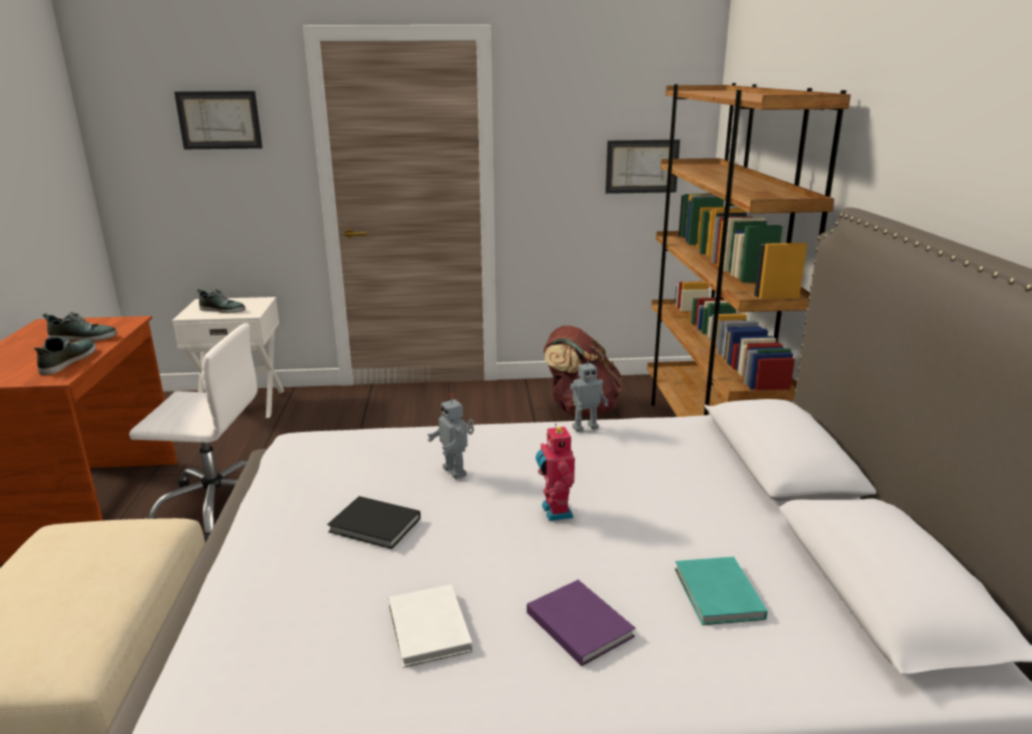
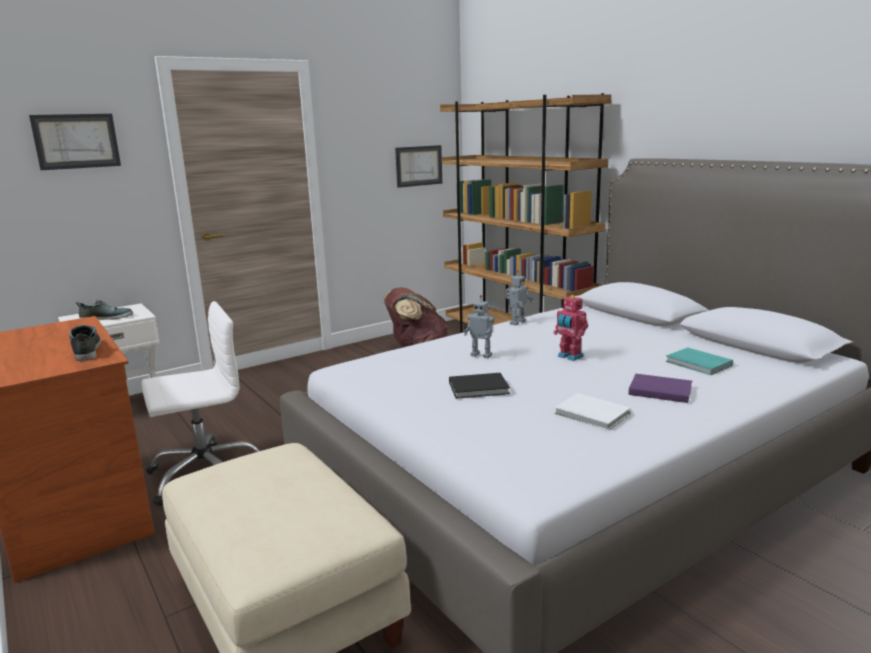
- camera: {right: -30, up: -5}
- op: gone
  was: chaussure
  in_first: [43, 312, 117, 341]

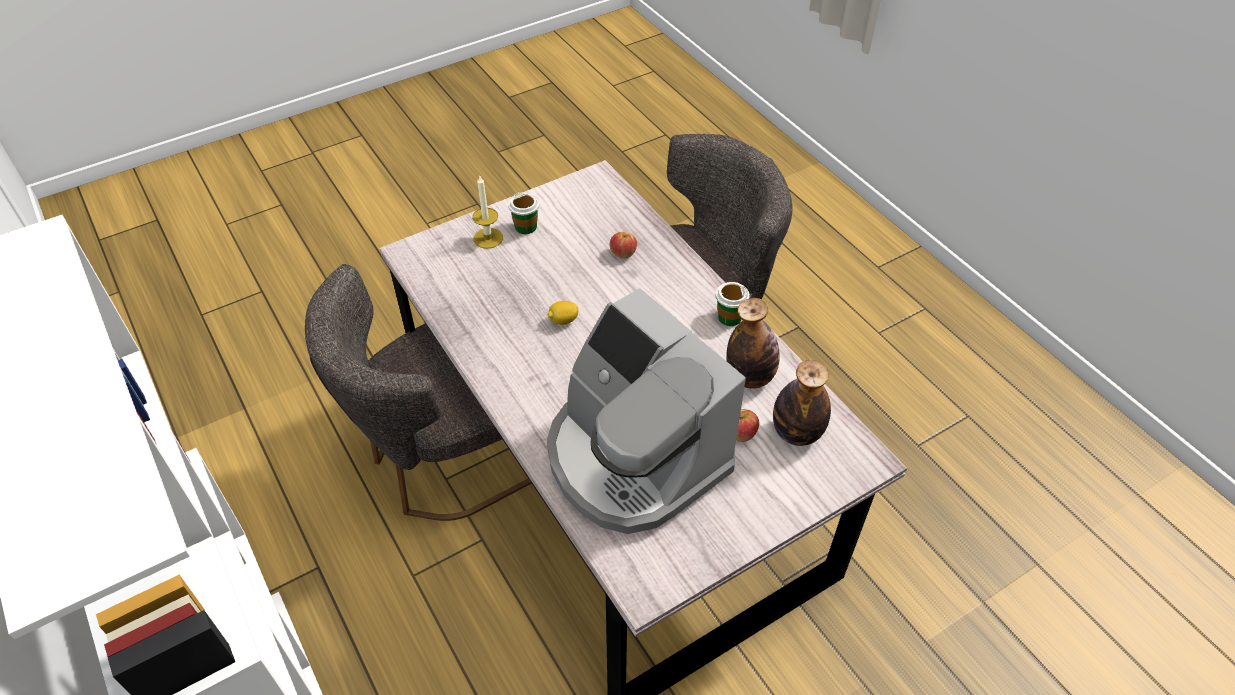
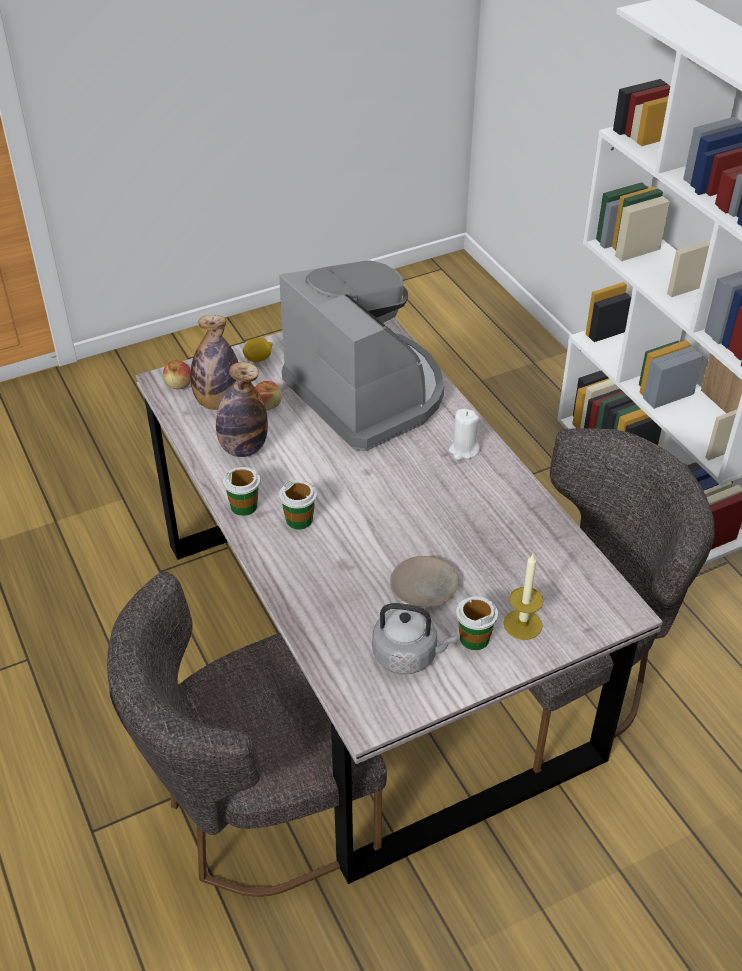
- camera: {right: -175, up: -5}
- op: shifted
  was: pomme
  in_first: [610, 232, 637, 259]
  in_second: [163, 360, 191, 389]
- op: shifted
  was: citron
  in_first: [548, 301, 578, 325]
  in_second: [242, 338, 273, 362]
- op: new
  now: tasse
  in_second: [279, 480, 317, 530]
- op: new
  now: bouilloire (gris)
  in_second: [373, 603, 456, 674]
- op: new
  now: assiette (beige)
  in_second: [390, 556, 459, 607]
- op: new
  now: bougie (blanc)
  in_second: [449, 409, 480, 460]

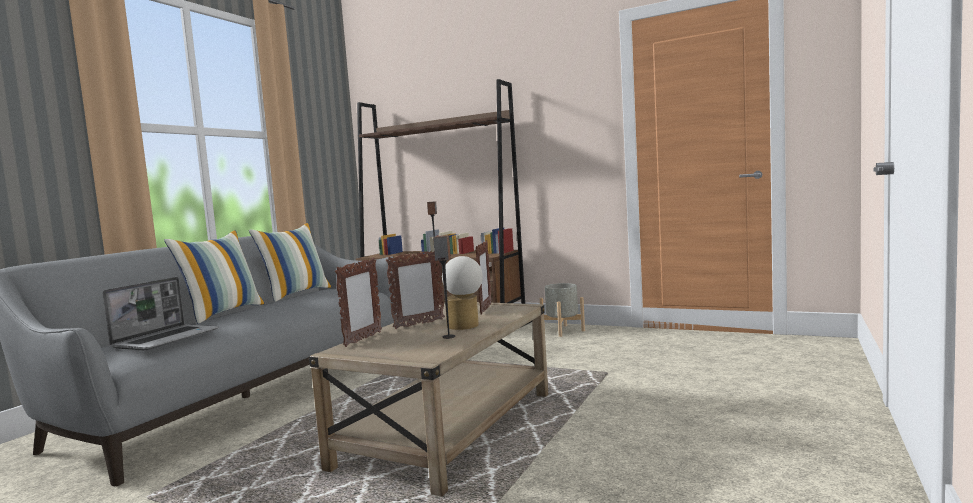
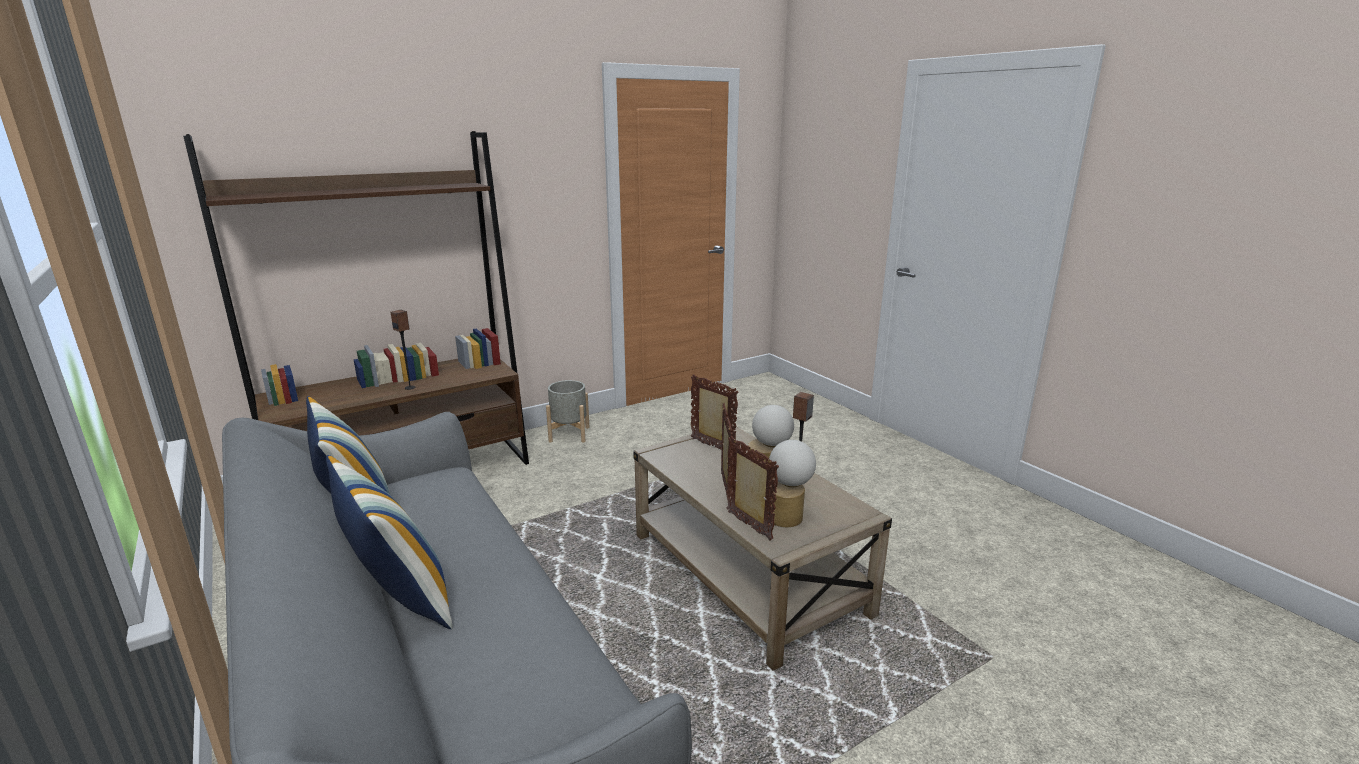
- camera: {right: -60, up: 15}
- op: new
  now: lampe de table
  in_second: [769, 440, 816, 527]
- op: gone
  was: ordinateur portable
  in_first: [102, 277, 219, 351]

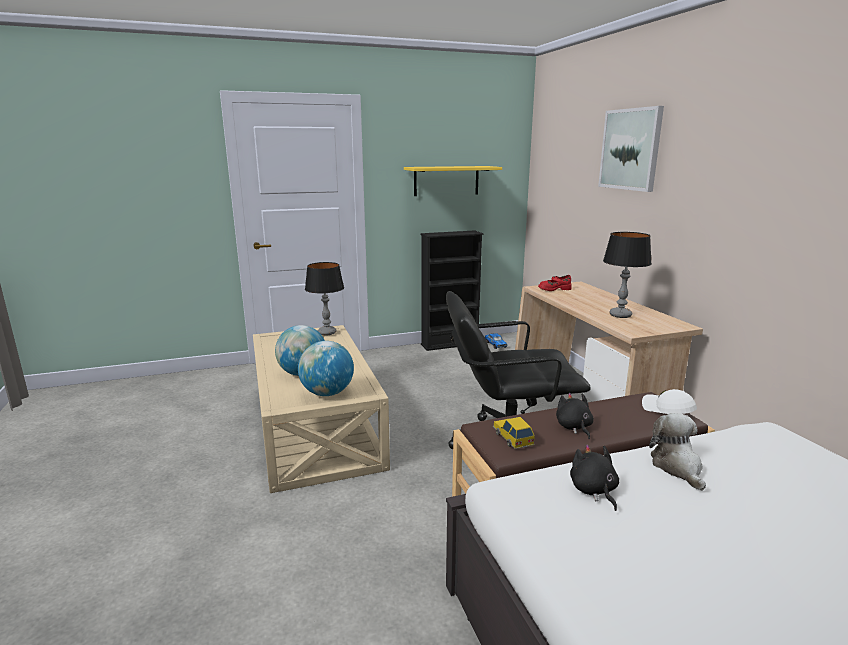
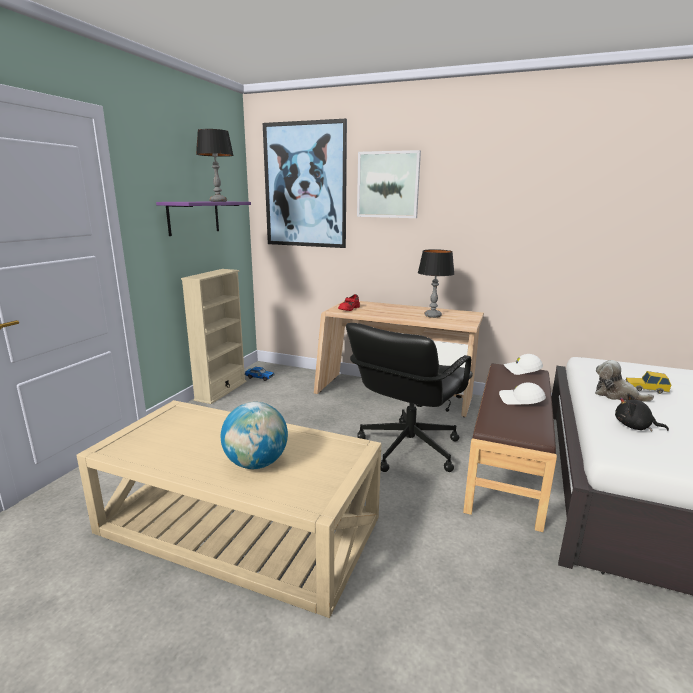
- camera: {right: -50, up: 0}
- op: repainted
  was: étagère (jaune)
  now: étagère (violet)
  in_first: [404, 166, 502, 196]
  in_second: [156, 201, 251, 236]
- op: repainted
  was: bibliothèque (noir)
  now: bibliothèque (beige)
  in_first: [420, 230, 484, 351]
  in_second: [181, 269, 247, 404]
- op: shifted
  was: lampe de table
  in_first: [305, 262, 344, 336]
  in_second: [196, 129, 234, 202]
- op: new
  now: tableau
  in_second: [263, 119, 347, 248]
- op: swapped
  was: peluche (noir)
  now: casquette (blanc)
  in_first: [556, 393, 594, 439]
  in_second: [499, 382, 546, 405]
- op: shifted
  was: petite voiture
  in_first: [493, 417, 535, 449]
  in_second: [625, 371, 671, 394]
- op: gone
  was: globe
  in_first: [298, 341, 354, 396]

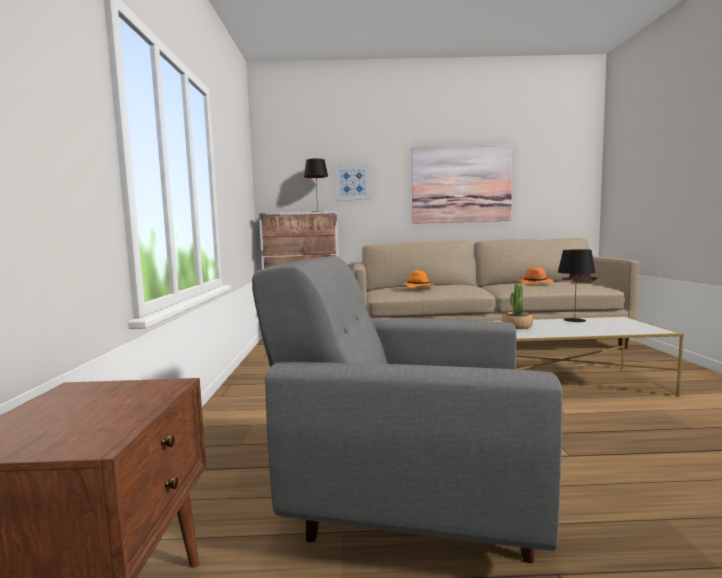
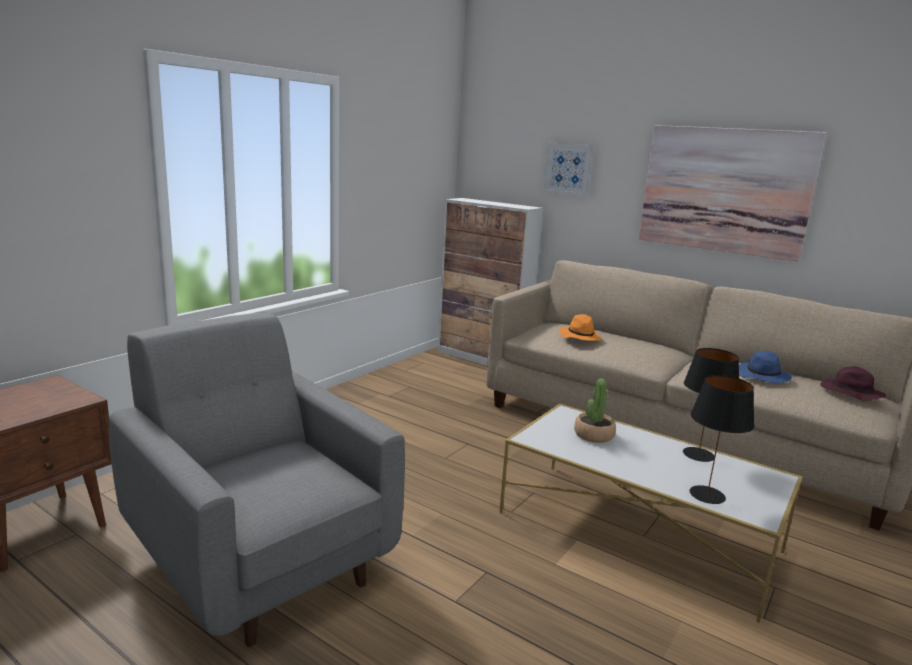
- camera: {right: 35, up: 10}
- op: shifted
  was: lampe de table (noir)
  in_first: [304, 159, 328, 212]
  in_second: [690, 375, 755, 504]
- op: repainted
  was: chapeau (orange)
  now: chapeau (bleu)
  in_first: [518, 267, 553, 285]
  in_second: [739, 351, 792, 383]

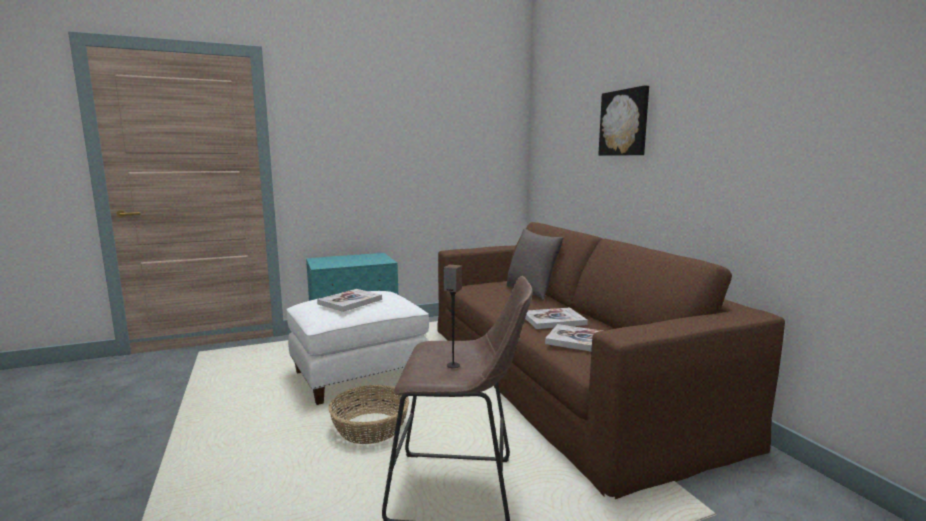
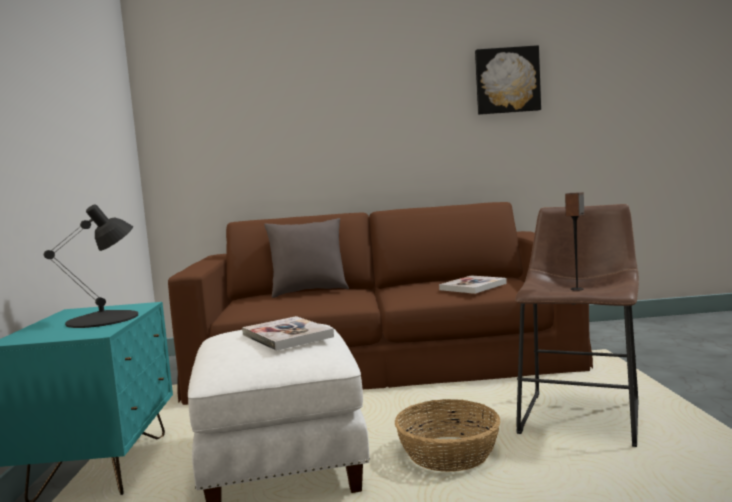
- camera: {right: -70, up: -5}
- op: new
  now: lampe de table (noir)
  in_second: [44, 204, 138, 328]
- op: shifted
  was: tableau
  in_first: [598, 85, 649, 156]
  in_second: [475, 45, 541, 115]
- op: gone
  was: livre
  in_first: [525, 308, 588, 329]

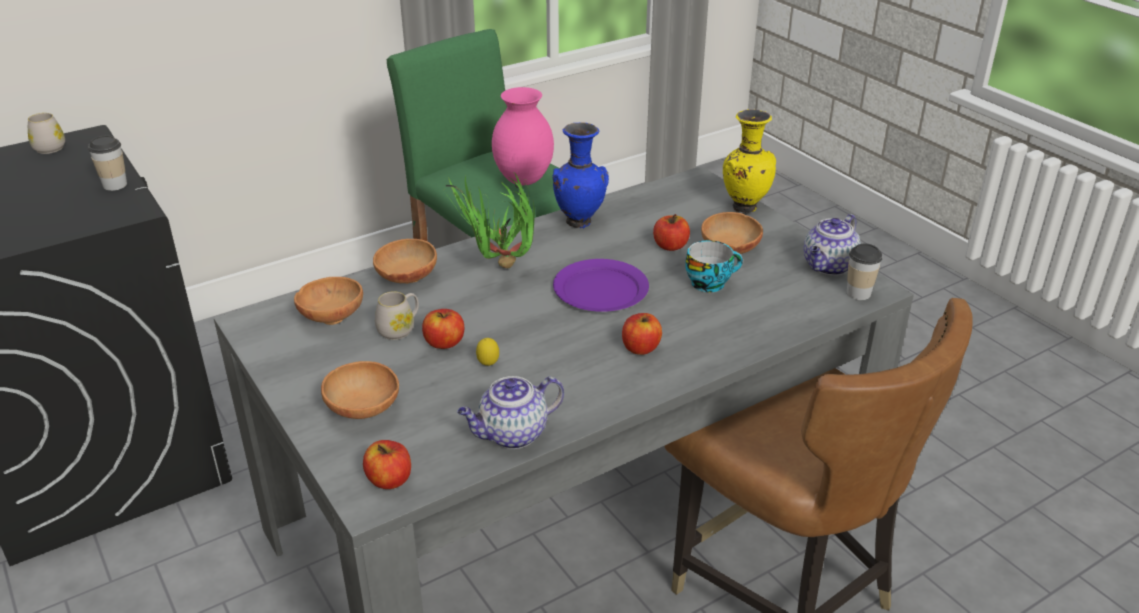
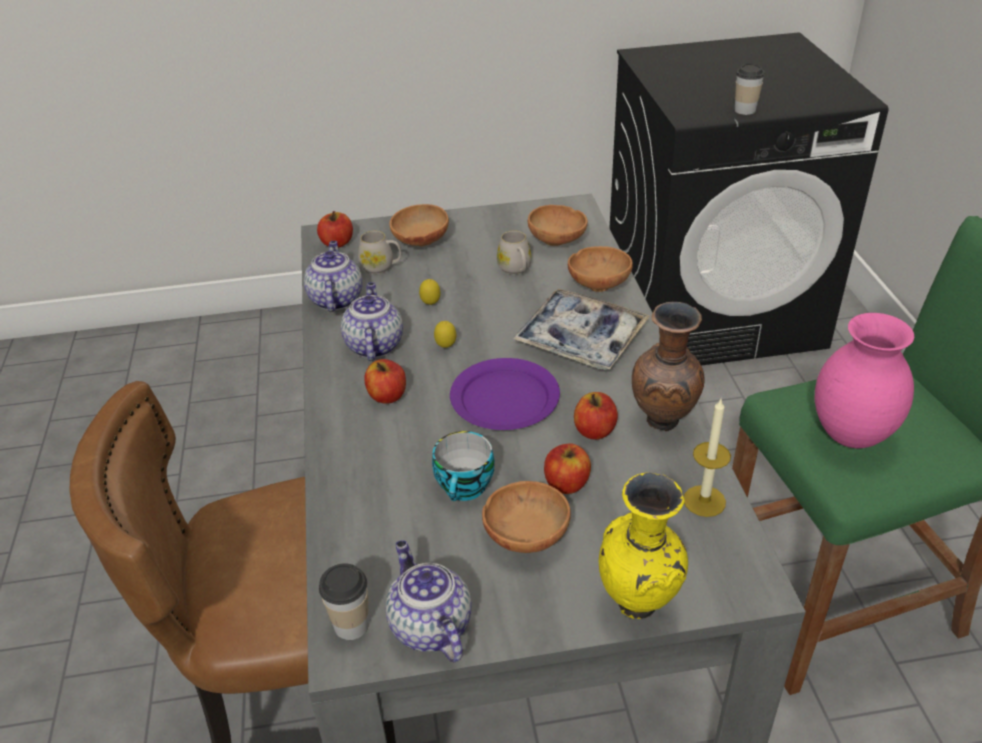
- camera: {right: 115, up: 5}
- op: new
  now: théière
  in_second: [341, 282, 403, 361]
- op: shifted
  was: mug (blanc)
  in_first: [28, 113, 65, 154]
  in_second: [358, 231, 402, 274]
- op: new
  now: citron
  in_second: [434, 321, 456, 348]
- op: swapped
  was: plante en pot
  now: plateau
  in_first: [444, 172, 535, 268]
  in_second: [512, 289, 650, 370]
- op: shifted
  was: pomme
  in_first: [422, 309, 464, 349]
  in_second: [574, 392, 618, 440]
- op: repainted
  was: vase (bleu)
  now: vase (marron)
  in_first: [553, 123, 609, 228]
  in_second: [632, 302, 705, 431]
- op: new
  now: bougie
  in_second: [684, 399, 731, 517]

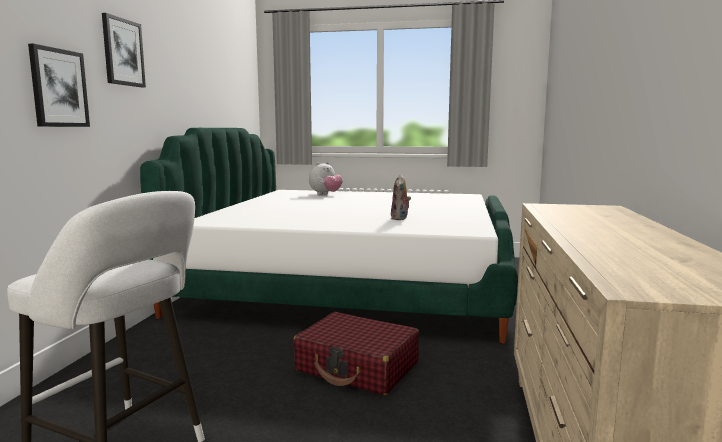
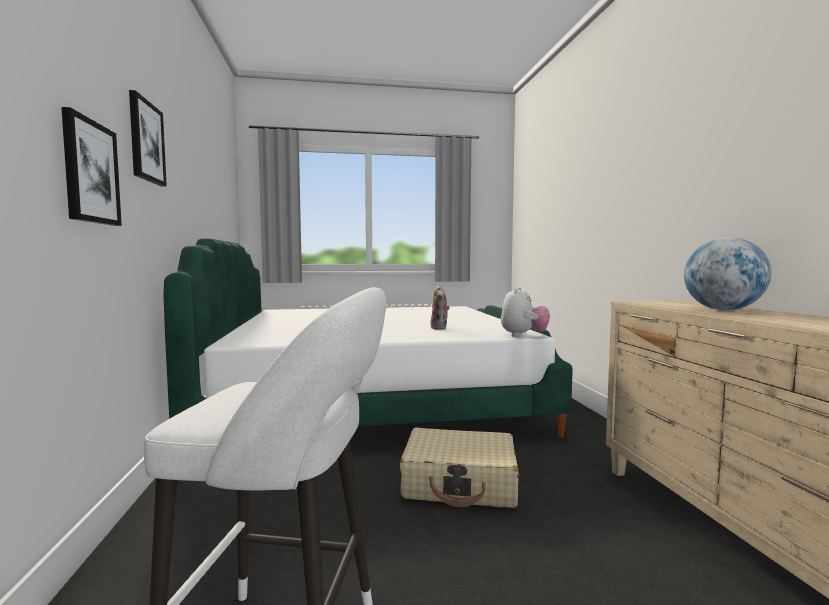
- camera: {right: -20, up: -5}
- op: repainted
  was: valise (rouge)
  now: valise (beige)
  in_first: [293, 312, 419, 395]
  in_second: [400, 427, 518, 508]
- op: shifted
  was: peluche
  in_first: [309, 162, 343, 195]
  in_second: [501, 287, 550, 337]
- op: new
  now: globe
  in_second: [684, 237, 772, 310]

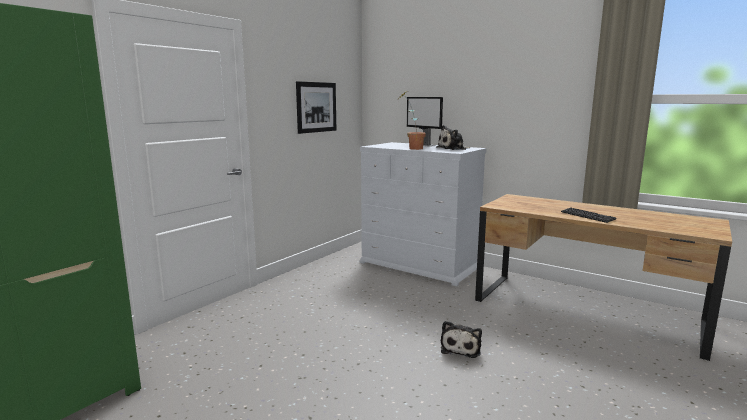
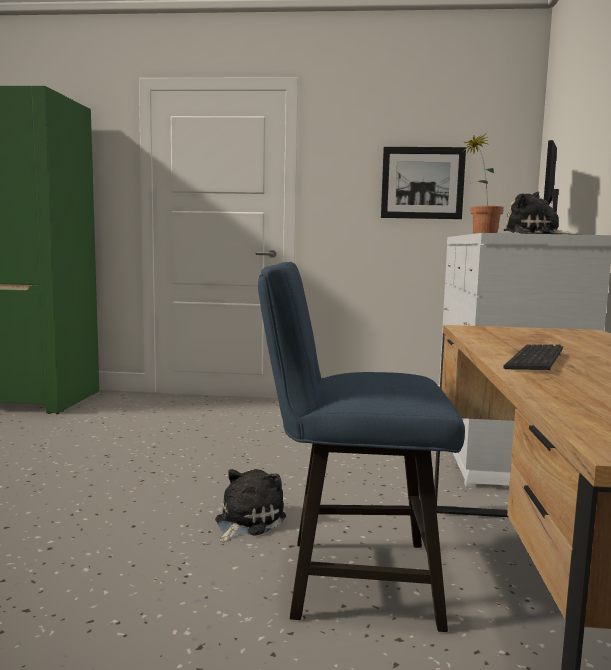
- camera: {right: 60, up: -5}
- op: rotated
  was: peluche
  in_first: [441, 321, 482, 358]
  in_second: [215, 469, 286, 542]
  clockwise: 135
- op: new
  now: chaise (bleu)
  in_second: [258, 262, 465, 632]

